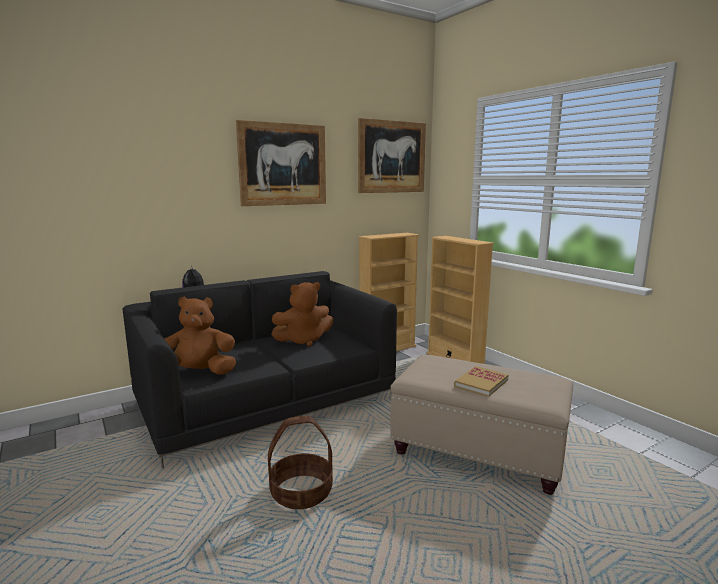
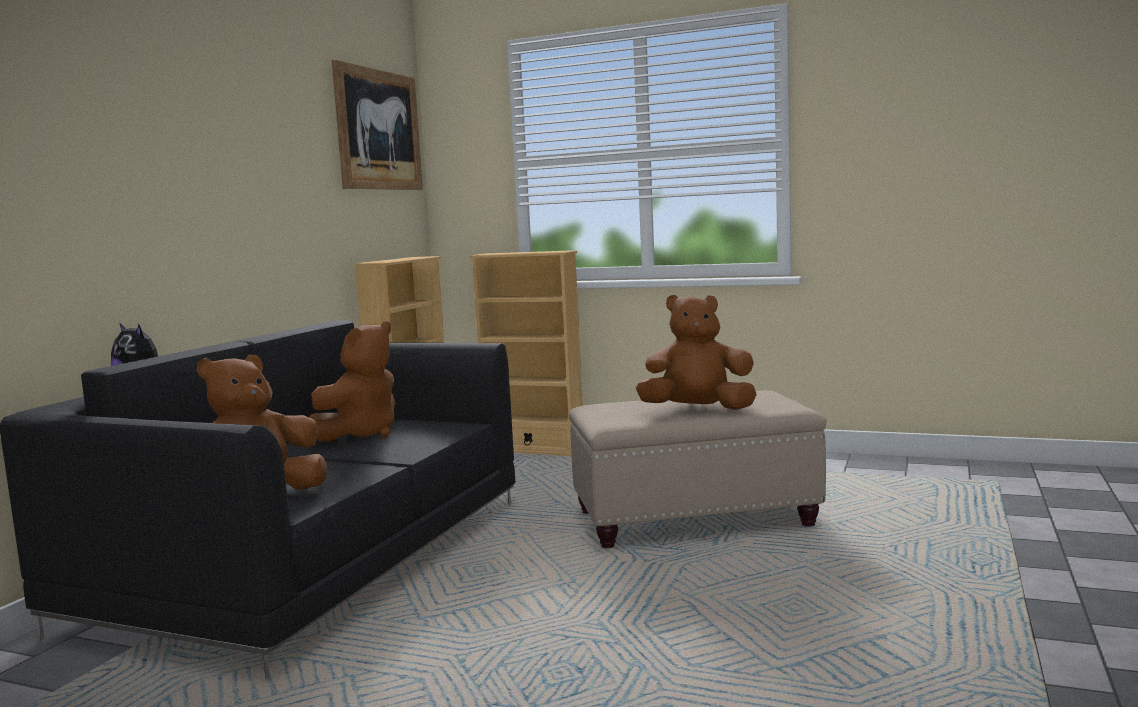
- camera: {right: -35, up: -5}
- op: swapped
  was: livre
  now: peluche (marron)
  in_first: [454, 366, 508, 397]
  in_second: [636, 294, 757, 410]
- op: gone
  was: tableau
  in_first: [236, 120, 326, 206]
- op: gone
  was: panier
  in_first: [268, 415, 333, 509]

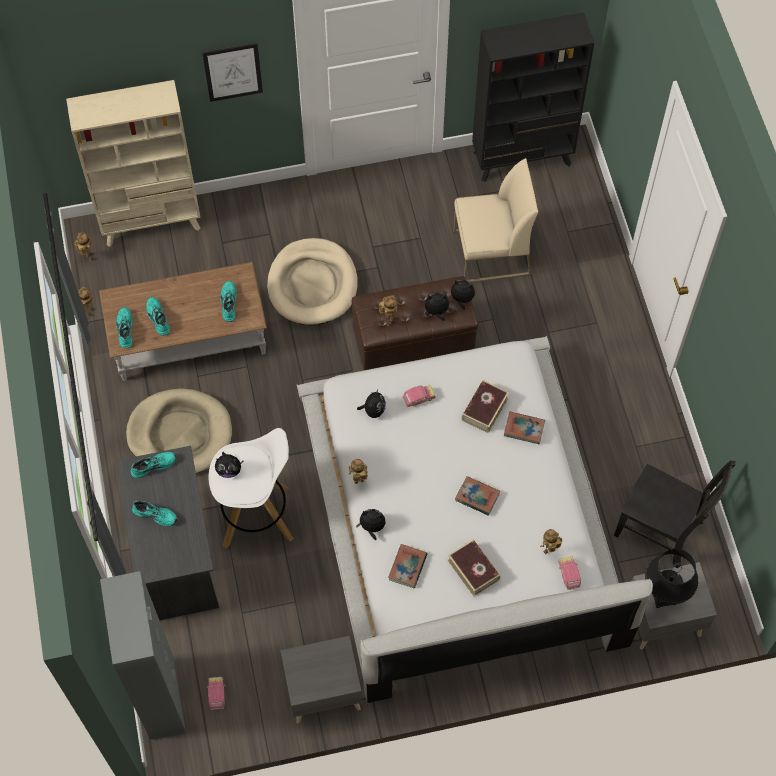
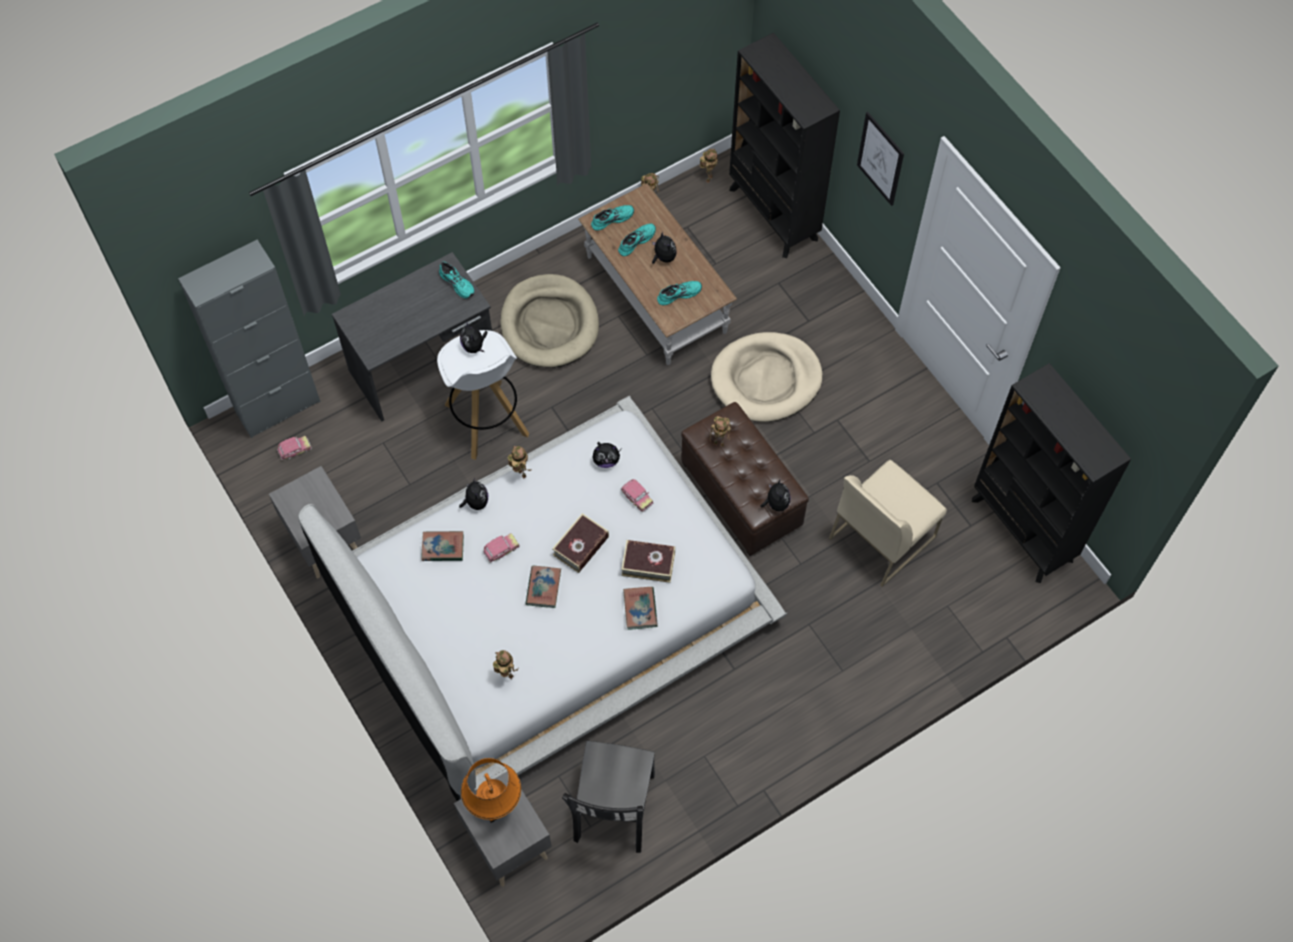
- camera: {right: 70, up: 0}
- op: repainted
  was: lampe de table (noir)
  now: lampe de table (orange)
  in_first: [645, 549, 698, 608]
  in_second: [461, 758, 521, 823]
- op: shifted
  was: petite voiture
  in_first: [558, 556, 581, 590]
  in_second: [483, 533, 520, 563]
- op: shifted
  was: livre
  in_first: [448, 539, 500, 596]
  in_second: [552, 513, 609, 573]
- op: shifted
  was: peluche
  in_first: [423, 292, 449, 321]
  in_second: [652, 231, 677, 264]
- op: repainted
  was: bibliothèque (beige)
  now: bibliothèque (noir)
  in_first: [66, 80, 201, 247]
  in_second: [729, 32, 840, 258]
- op: rotated
  was: chaise (beige)
  in_first: [454, 158, 538, 283]
  in_second: [829, 460, 947, 587]
  clockwise: 75
- op: gone
  was: chaussure (turquoise)
  in_first: [132, 501, 177, 526]

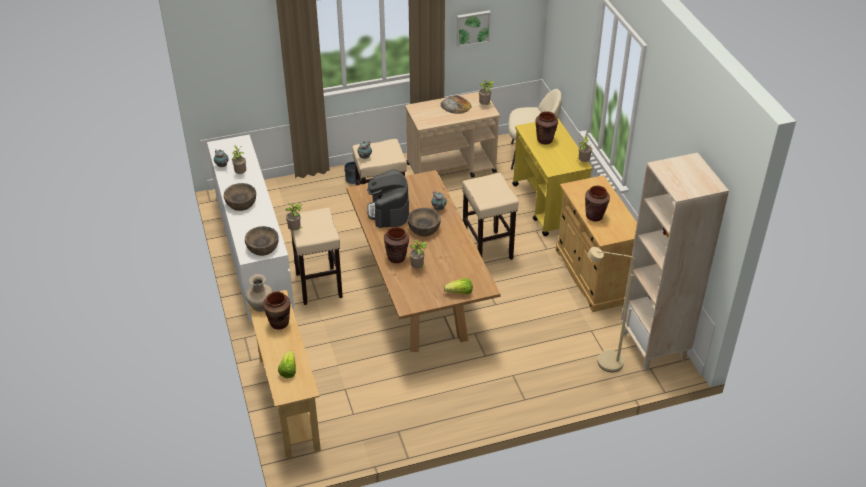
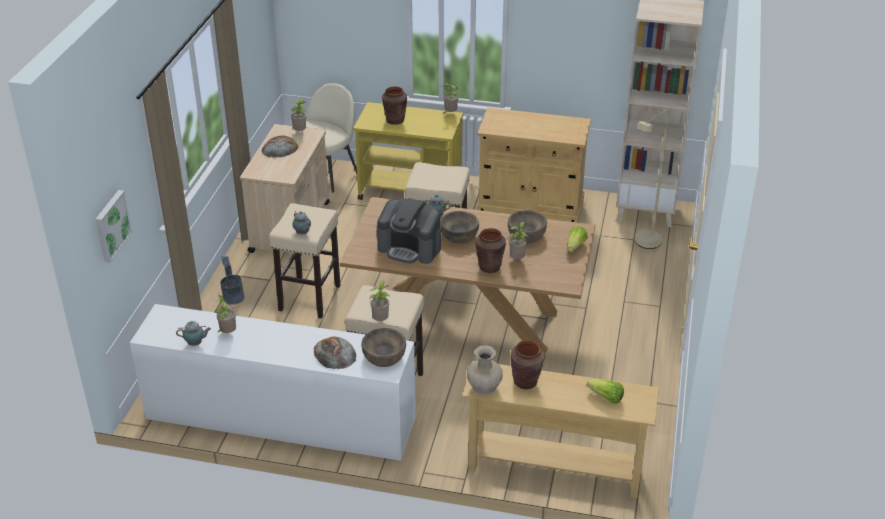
- camera: {right: -60, up: -5}
- op: shifted
  was: tableau
  in_first: [456, 10, 491, 47]
  in_second: [95, 190, 132, 263]
- op: new
  now: pain
  in_second: [314, 336, 356, 369]
- op: shifted
  was: bol (marron)
  in_first: [224, 183, 256, 211]
  in_second: [508, 210, 547, 243]
- op: gone
  was: vase (marron)
  in_first: [585, 186, 610, 221]

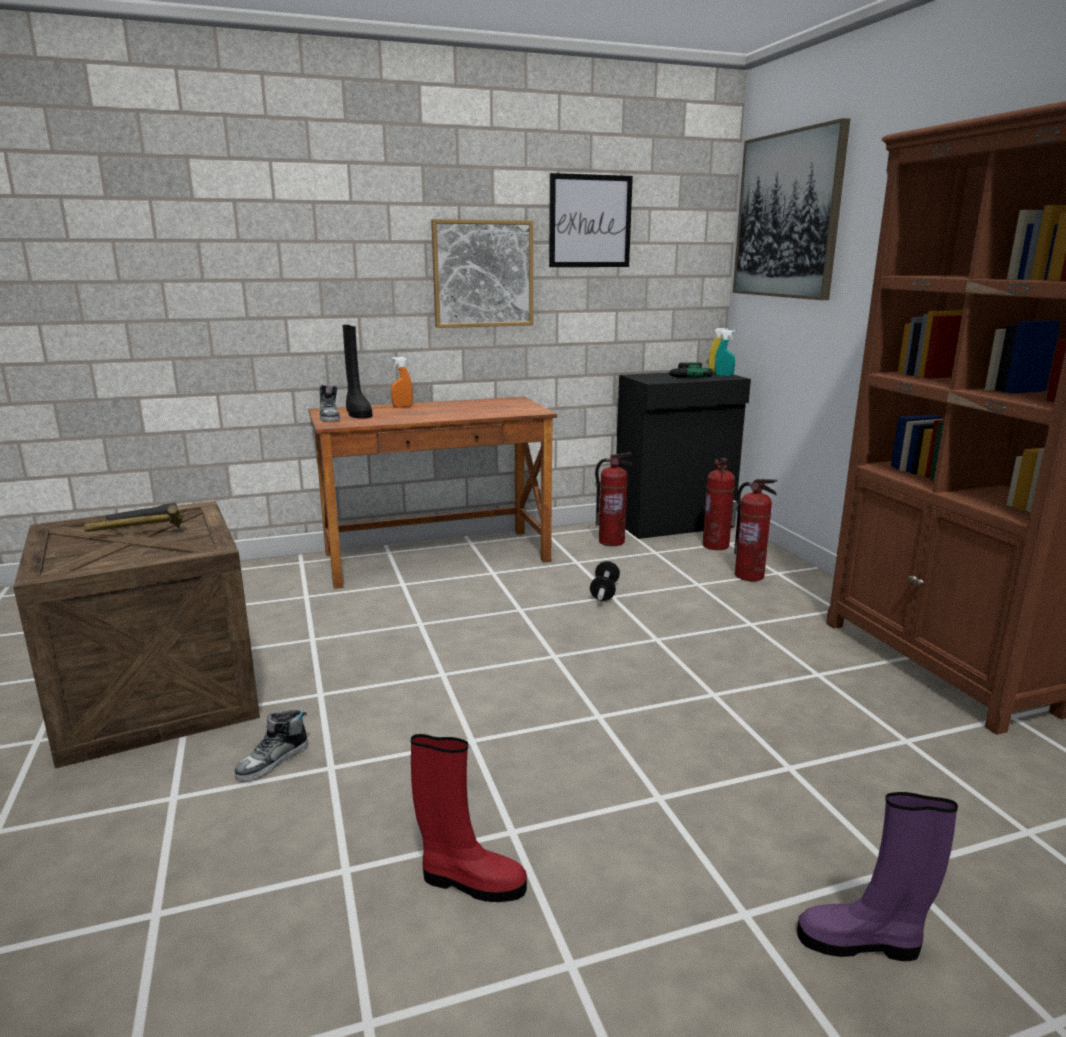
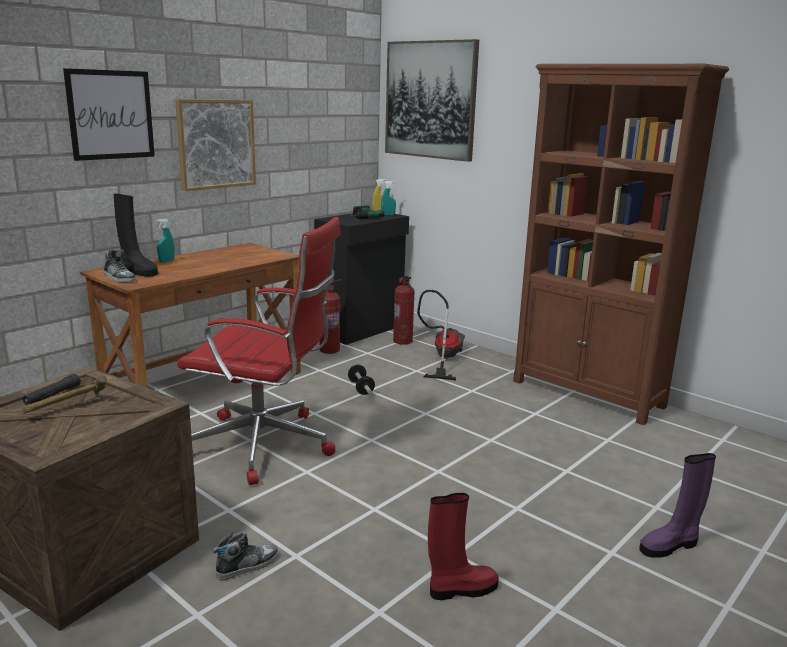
- camera: {right: -30, up: 0}
- op: shifted
  was: tableau
  in_first: [549, 173, 633, 267]
  in_second: [63, 68, 155, 161]
- op: repainted
  was: vaporisateur (orange)
  now: vaporisateur (turquoise)
  in_first: [391, 357, 413, 408]
  in_second: [157, 219, 175, 263]
- op: new
  now: chaise de bureau (rouge)
  in_second: [177, 217, 341, 485]
- op: rotated
  was: chaussure
  in_first: [234, 710, 308, 781]
  in_second: [213, 531, 278, 580]
  clockwise: -135
- op: swapped
  was: extincteur
  now: aspirateur
  in_first: [734, 479, 777, 581]
  in_second: [417, 290, 465, 380]

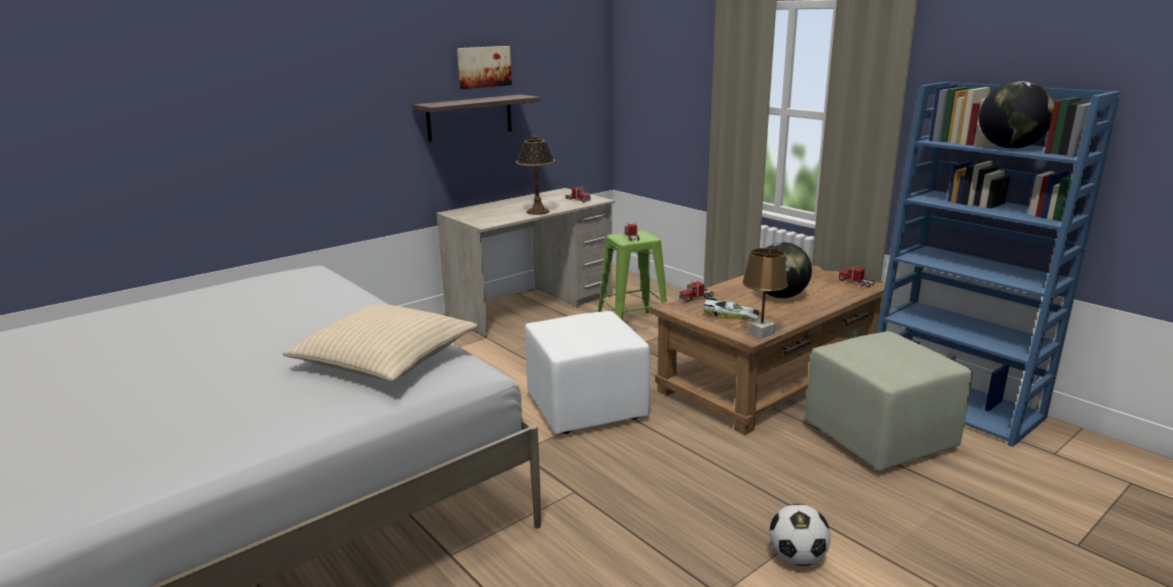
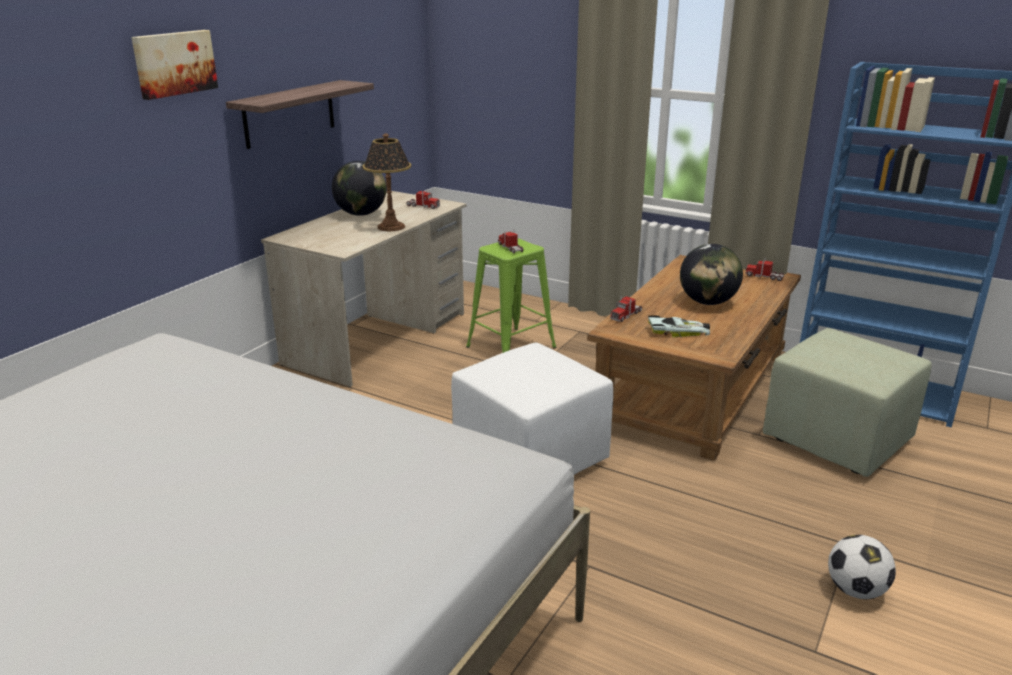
- camera: {right: -20, up: 5}
- op: shifted
  was: tableau
  in_first: [457, 46, 512, 89]
  in_second: [131, 30, 218, 100]
- op: shifted
  was: globe
  in_first: [979, 80, 1054, 149]
  in_second: [332, 161, 386, 216]
- op: gone
  was: coussin (beige)
  in_first: [282, 304, 477, 382]
- op: gone
  was: lampe de table (marron)
  in_first: [742, 248, 788, 339]

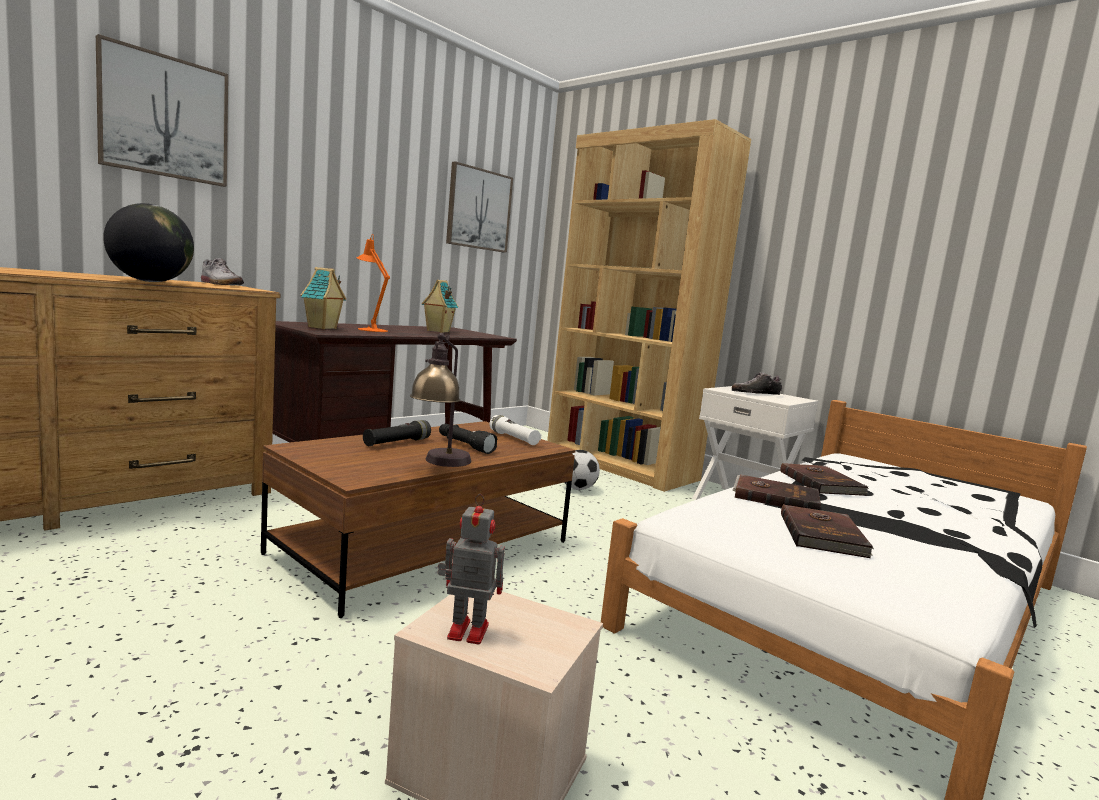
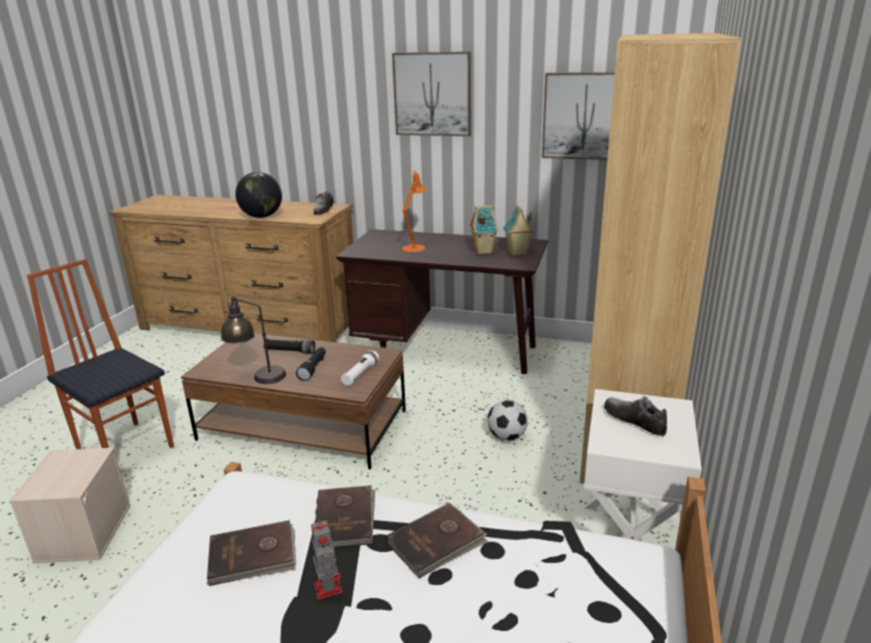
- camera: {right: 65, up: 15}
- op: new
  now: chaise
  in_second: [27, 259, 174, 449]
- op: shifted
  was: robot jouet
  in_first: [437, 494, 505, 644]
  in_second: [311, 518, 343, 600]
- op: shifted
  was: tableau
  in_first: [96, 34, 228, 187]
  in_second: [392, 52, 471, 136]
- op: shifted
  was: maison miniature
  in_first: [301, 267, 346, 329]
  in_second: [503, 204, 535, 256]

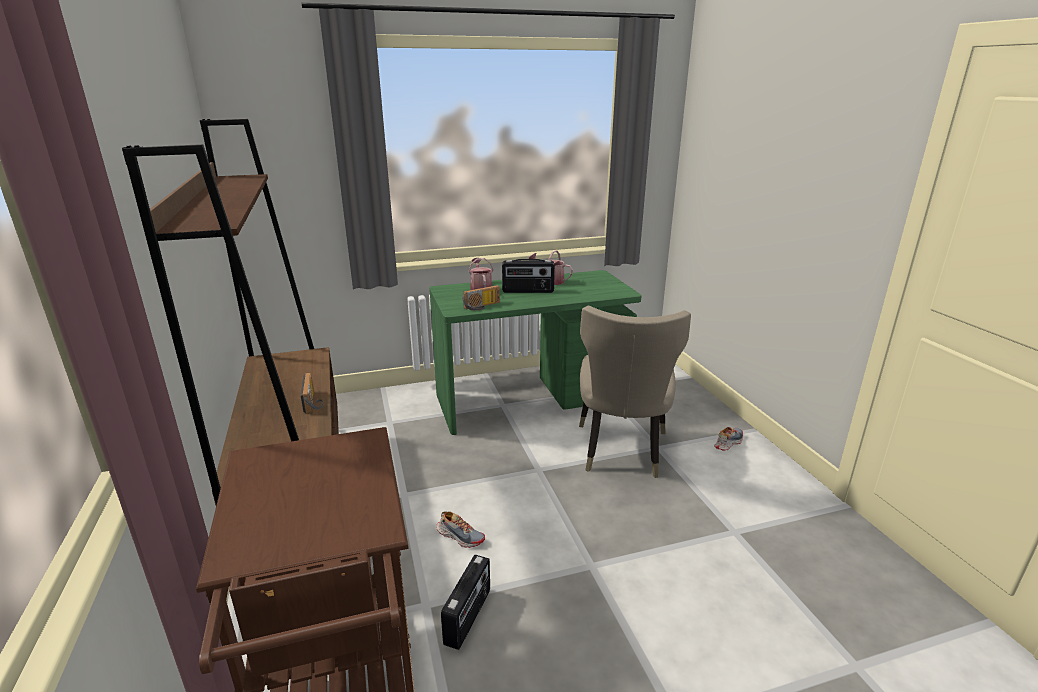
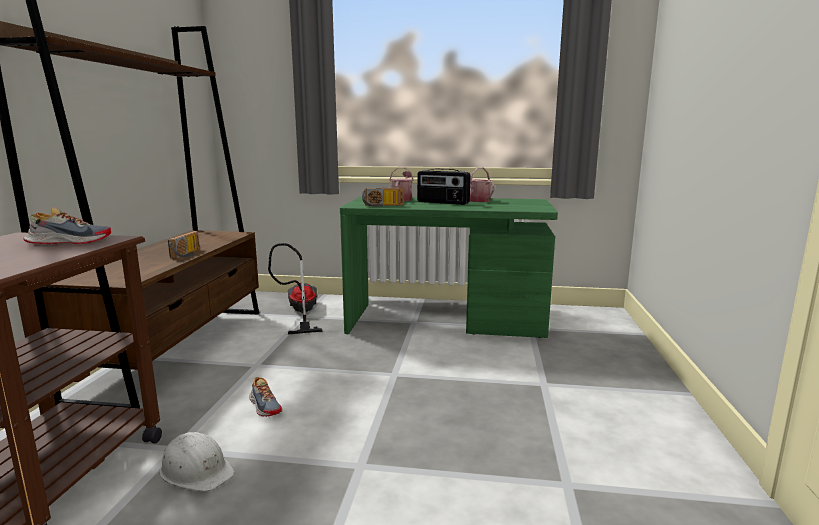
- camera: {right: 25, up: -10}
- op: shifted
  was: chaussure
  in_first: [714, 427, 743, 451]
  in_second: [23, 207, 111, 244]
- op: swapped
  was: radio
  now: casque de chantier (blanc)
  in_first: [441, 555, 490, 650]
  in_second: [159, 432, 235, 492]
- op: new
  now: aspirateur
  in_second: [268, 243, 323, 334]
- op: gone
  was: chaise (beige)
  in_first: [579, 306, 691, 478]

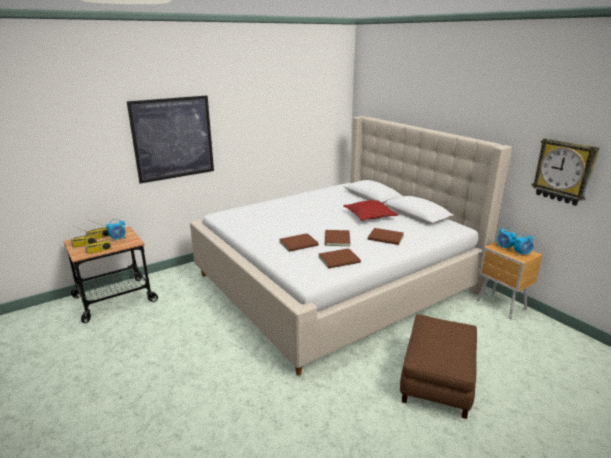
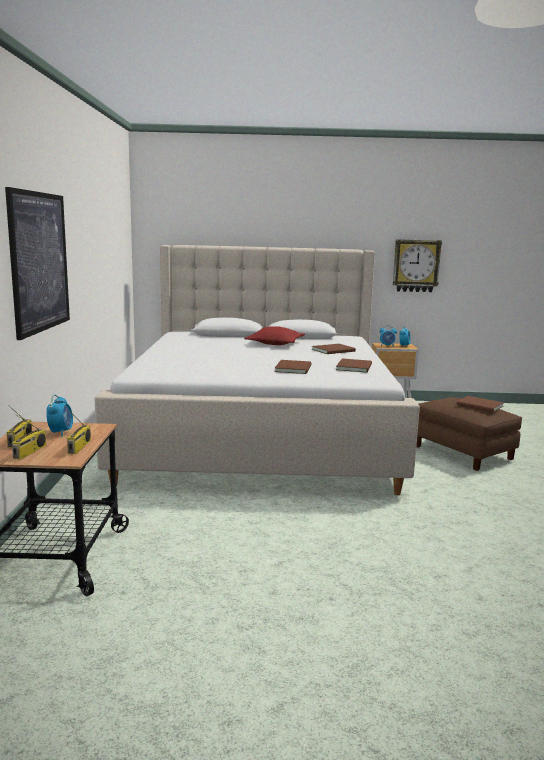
- camera: {right: -55, up: -10}
- op: shifted
  was: livre (marron)
  in_first: [325, 230, 350, 246]
  in_second: [457, 396, 504, 412]

